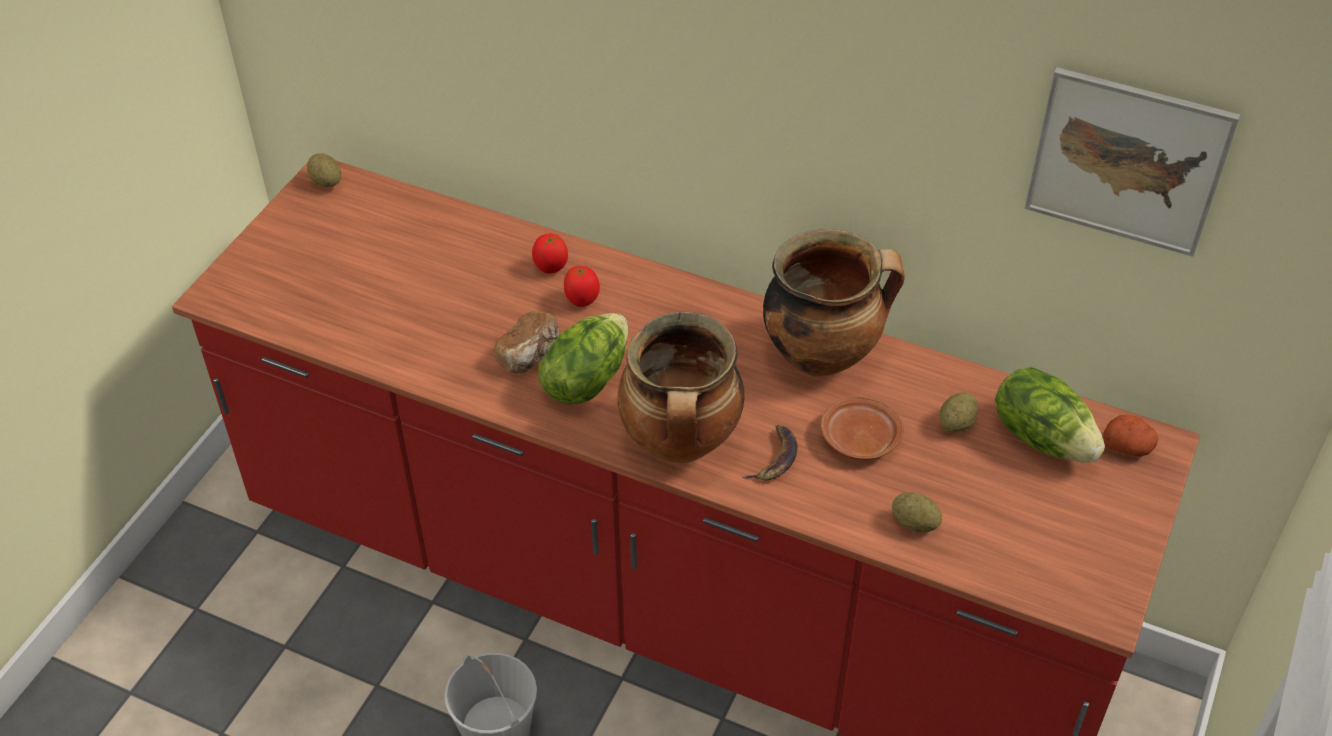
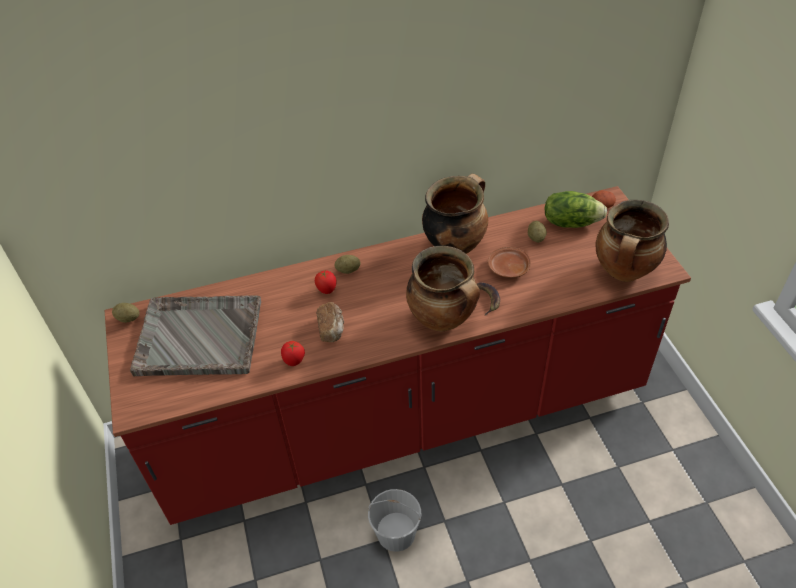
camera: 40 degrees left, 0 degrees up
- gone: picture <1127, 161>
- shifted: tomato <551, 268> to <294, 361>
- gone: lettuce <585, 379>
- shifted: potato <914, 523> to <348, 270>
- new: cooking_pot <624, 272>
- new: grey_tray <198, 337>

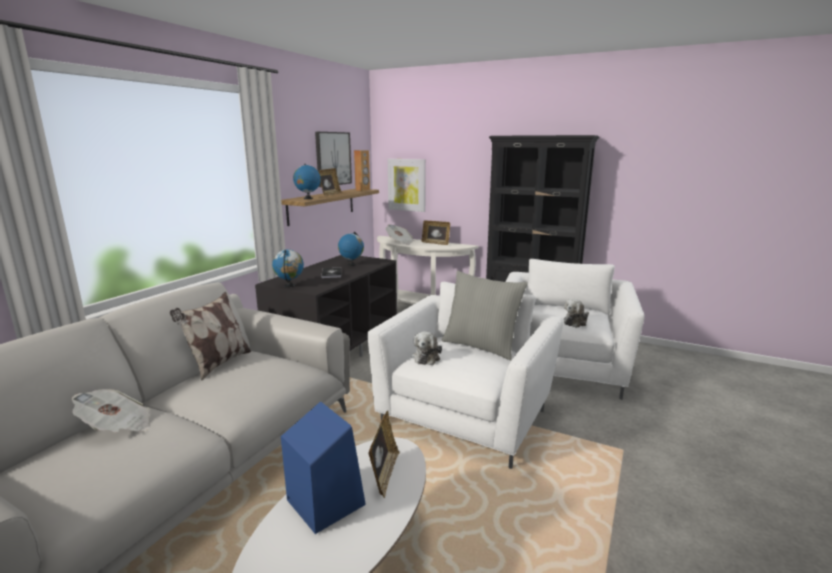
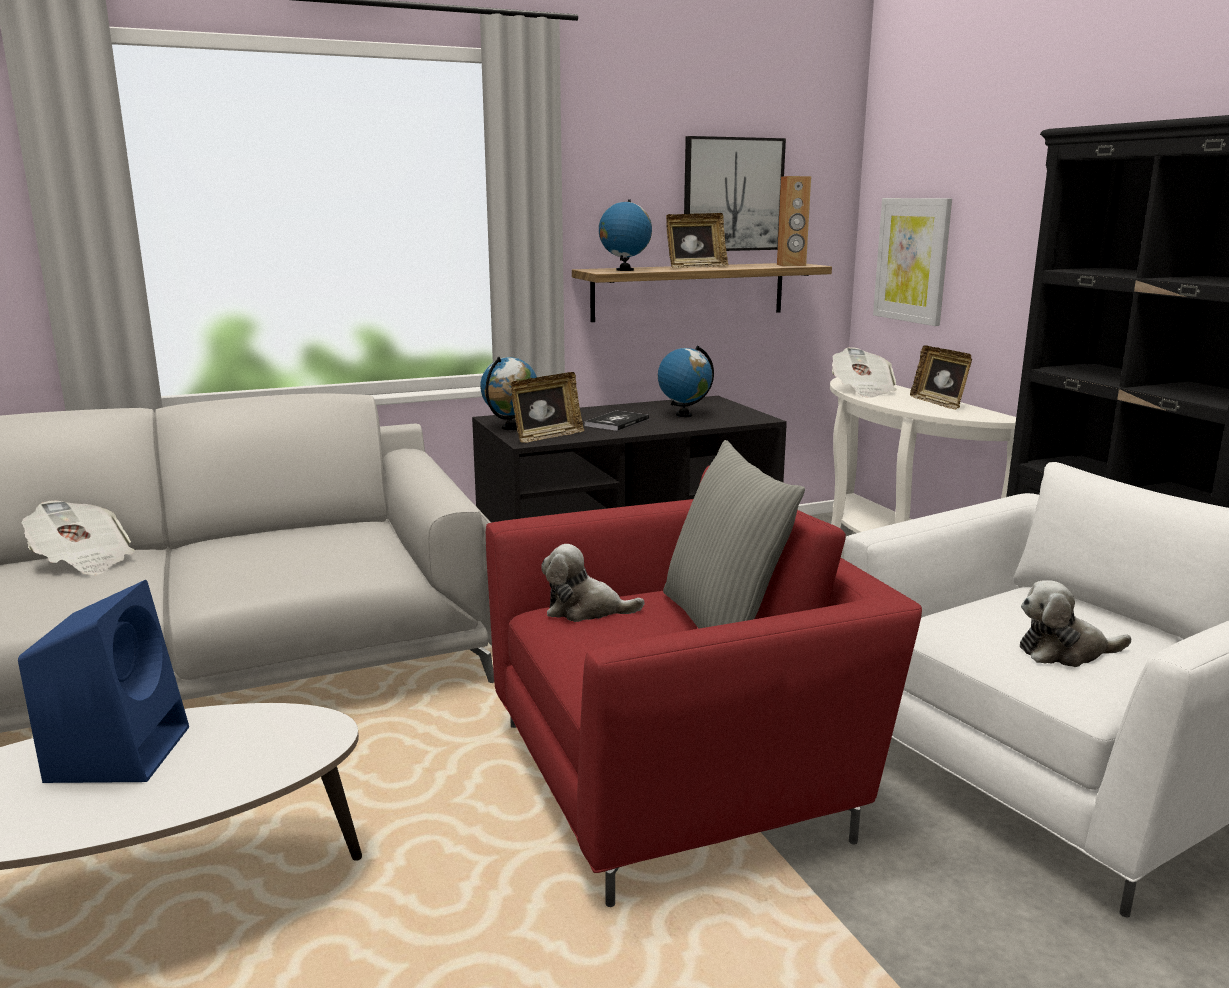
camera: 40 degrees right, 0 degrees up
- repainted: white_armchair <466, 416> to red_armchair <678, 777>
- gone: pillow <218, 364>
- rotated: plush_toy <426, 357> = <585, 610> 45 degrees clockwise
- shifted: picture_frame <384, 474> to <547, 436>

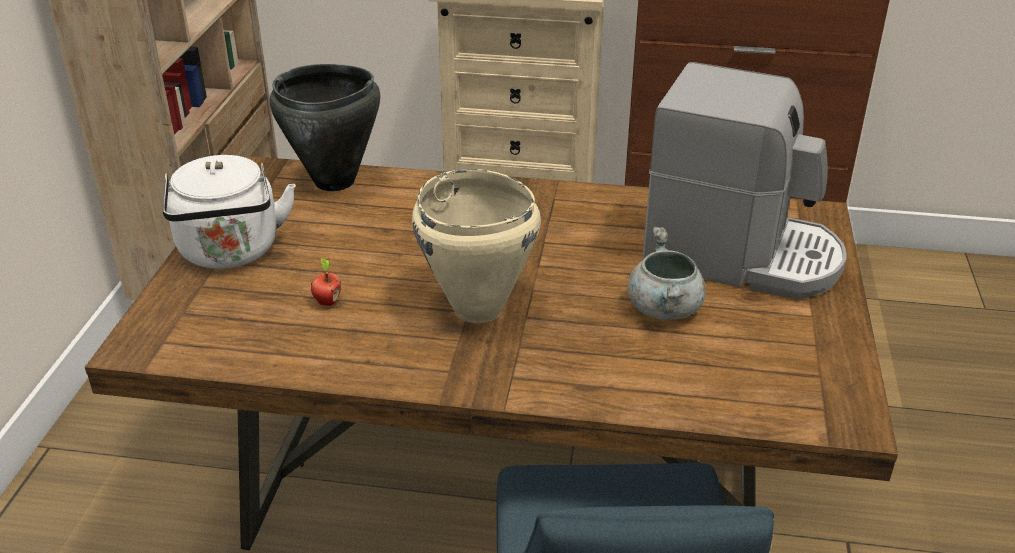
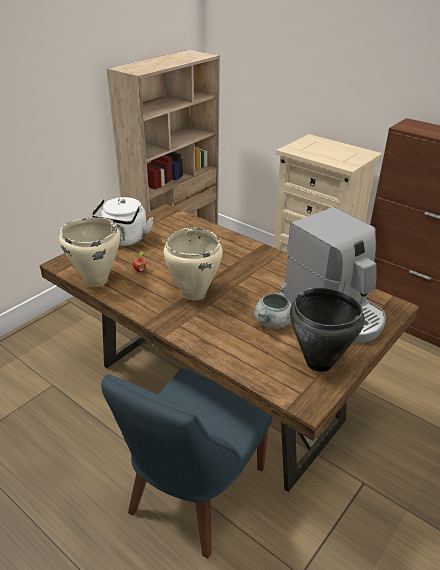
camera: 30 degrees right, 0 degrees up
- shifted: black_cooking_pot <335, 181> to <319, 363>
- new: beige_cooking_pot <95, 280>

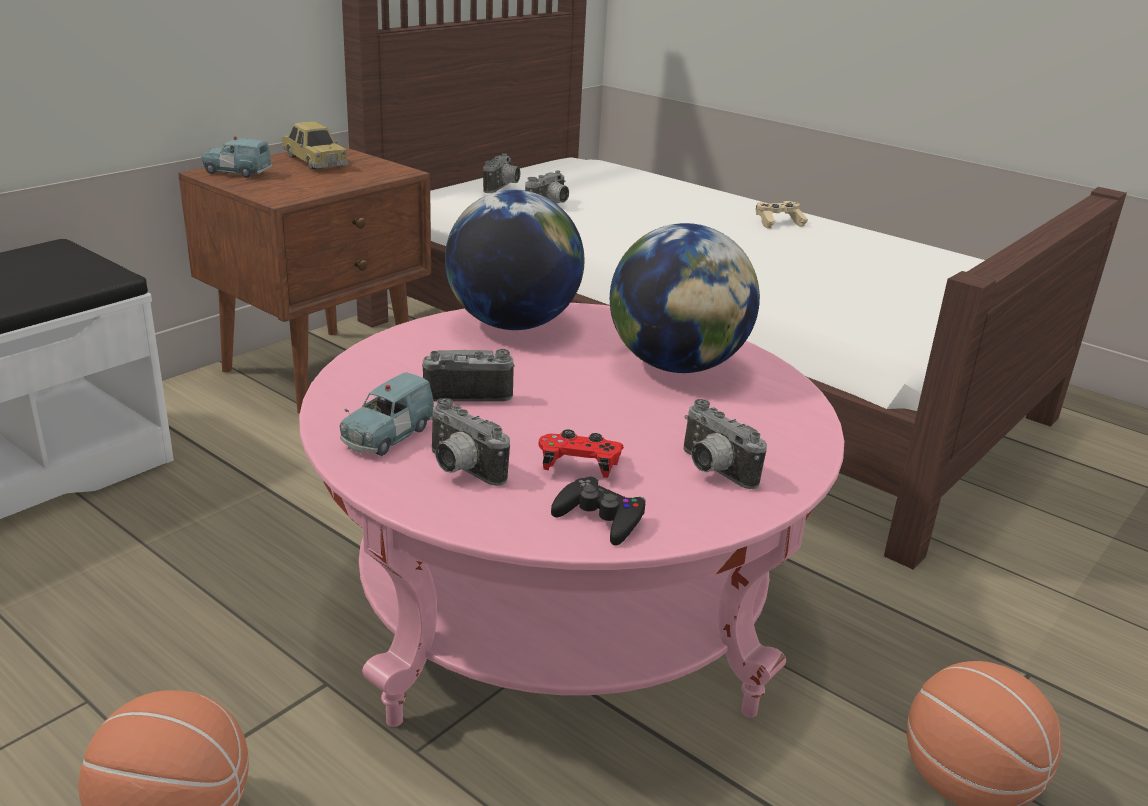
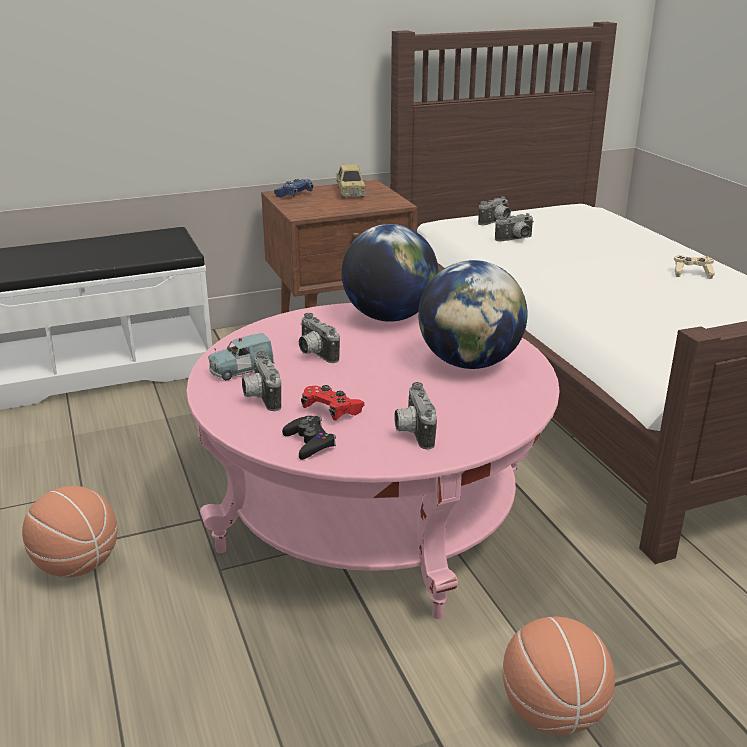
camera: 30 degrees right, 0 degrees up
- swapped: blue_toy_car <237, 172> to blue_game_controller <294, 195>
- rotated: photo_camera <468, 392> = <314, 354> 150 degrees counterclockwise

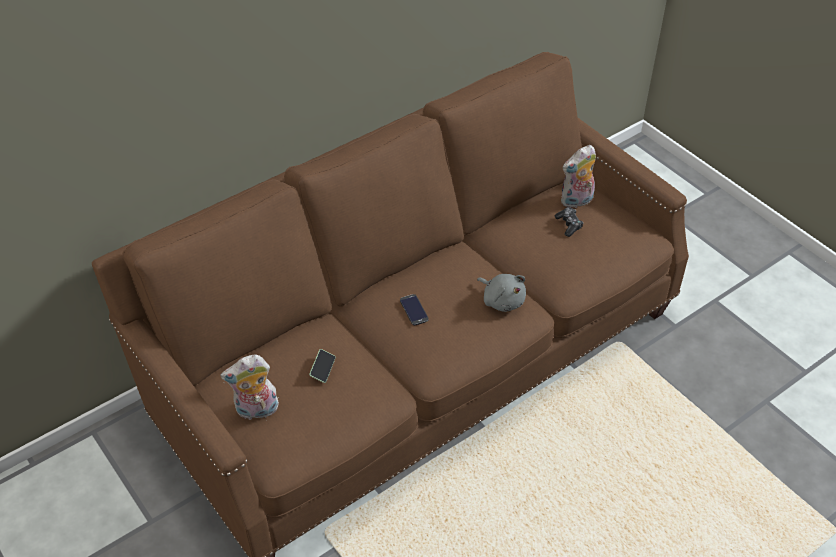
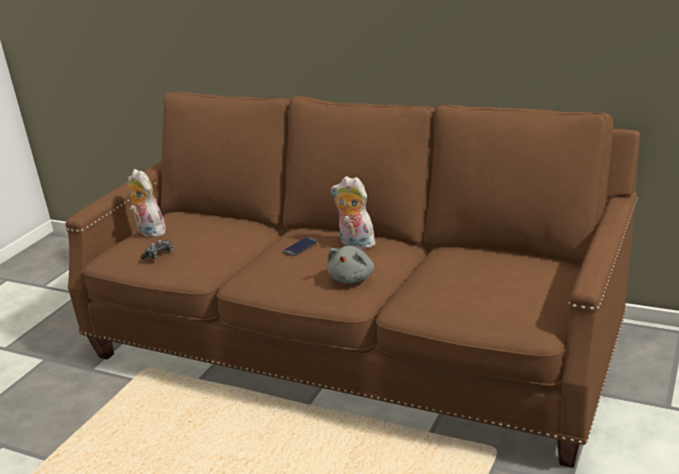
camera: 65 degrees right, 20 degrees down
- shifted: plush_toy <576, 201> to <355, 244>
- shifted: game_controller <569, 225> to <159, 255>
- gone: phone <323, 369>

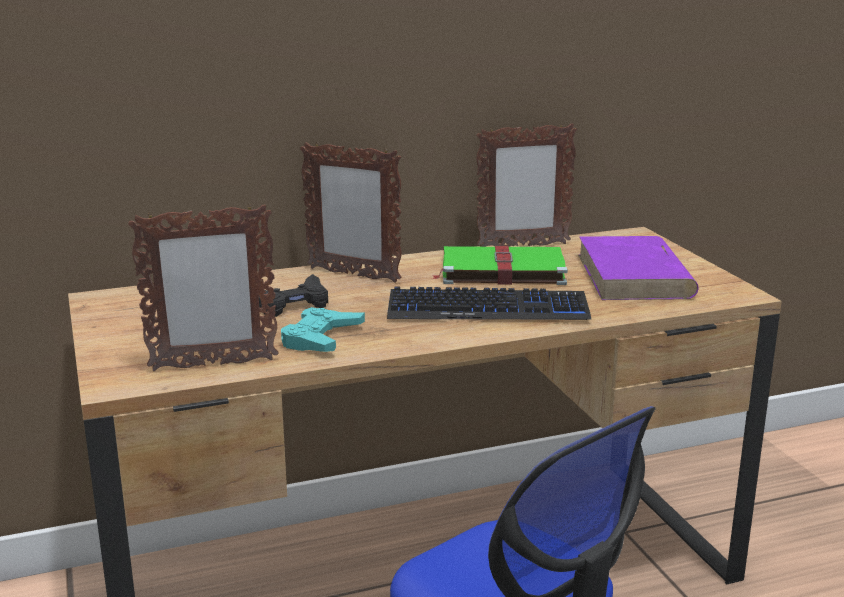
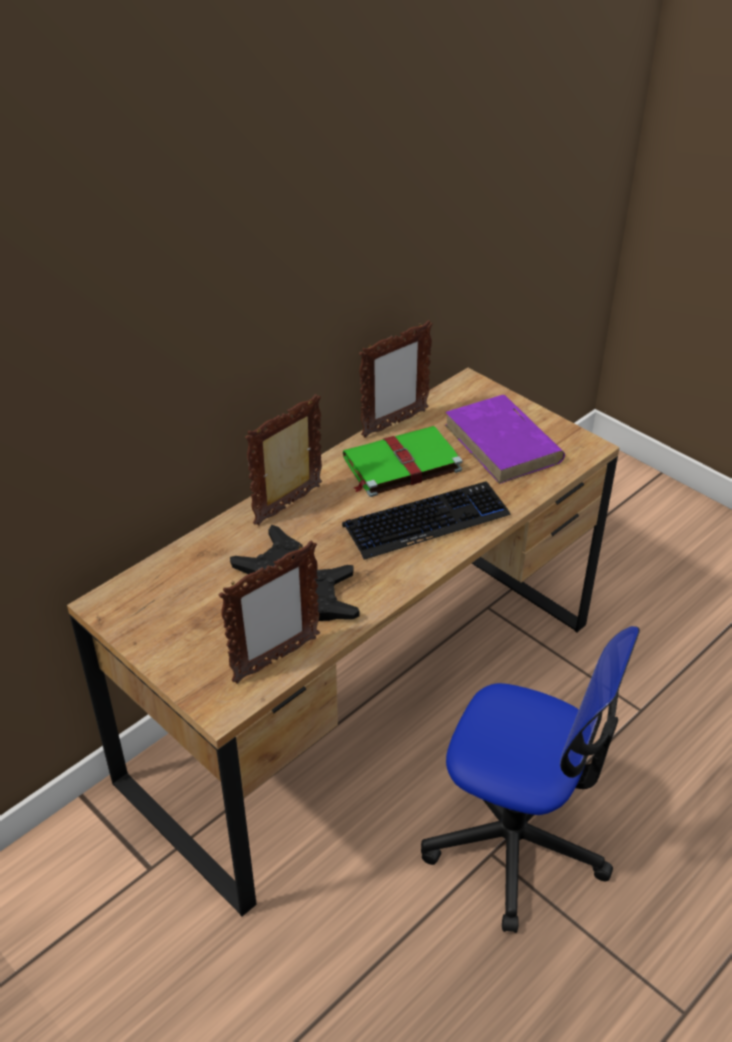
camera: 25 degrees left, 20 degrees up
- rotated: picture_frame <353, 275> = <289, 505> 135 degrees clockwise
- repainted: turquoise_game_controller <321, 338> to black_game_controller <330, 599>

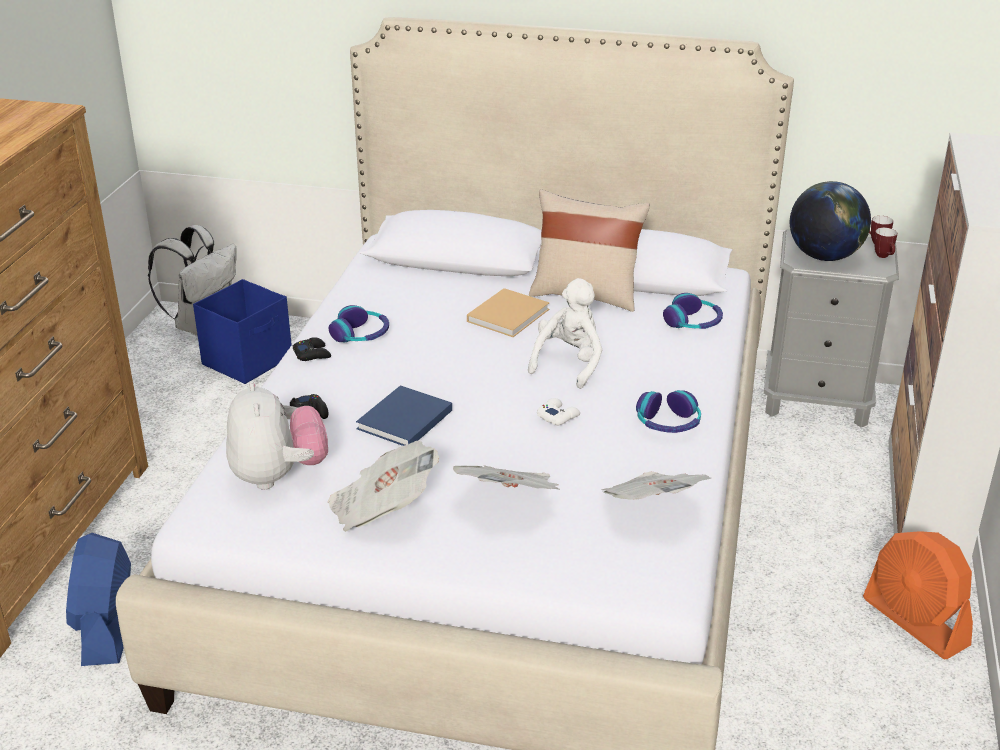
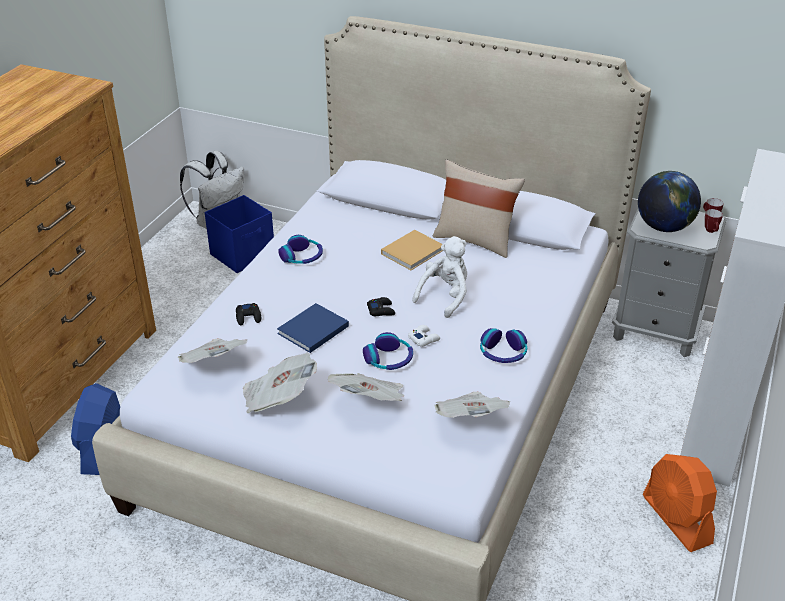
camera: 10 degrees right, 5 degrees up
- shifted: headphones <693, 322> to <389, 359>
- shifted: black_game_controller <312, 354> to <381, 310>
- swapped: plush_toy <278, 476> to newspaper <214, 364>

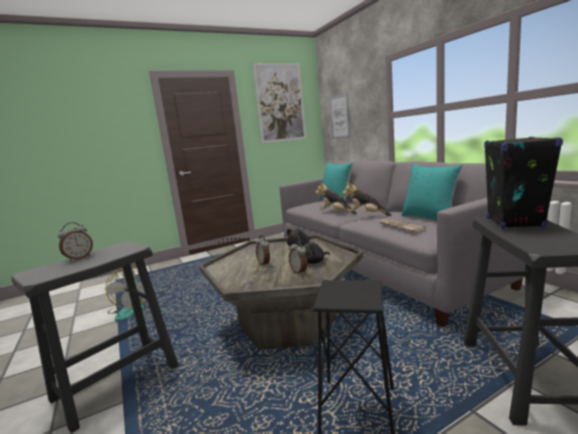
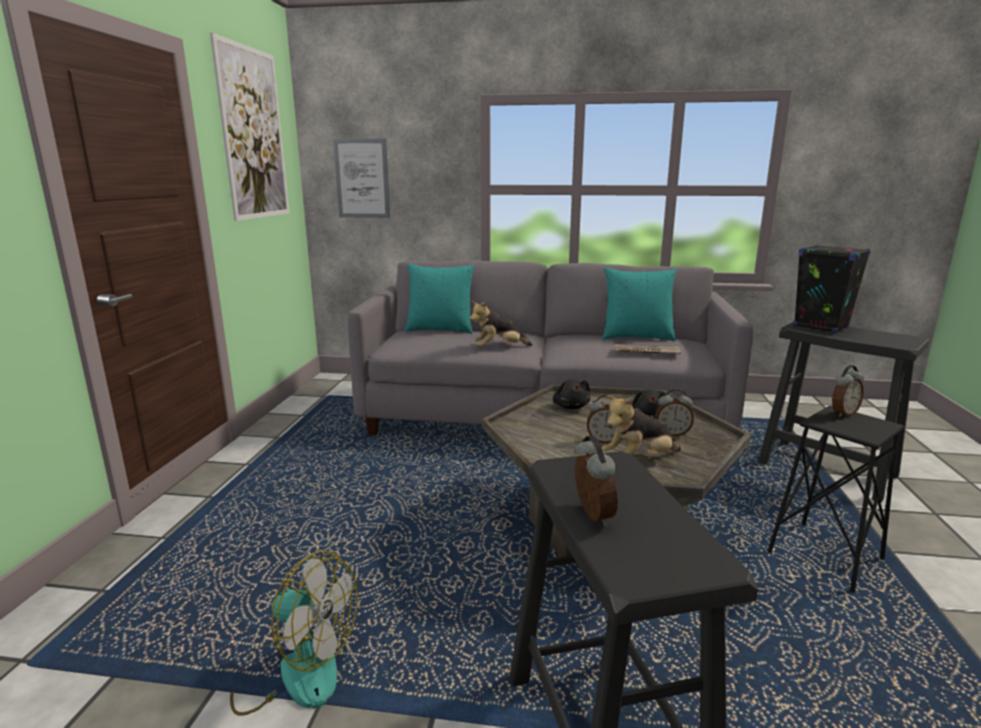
camera: 55 degrees left, 5 degrees up
- shifted: plush_toy <366, 215> to <639, 461>
- new: alarm_clock <843, 413>

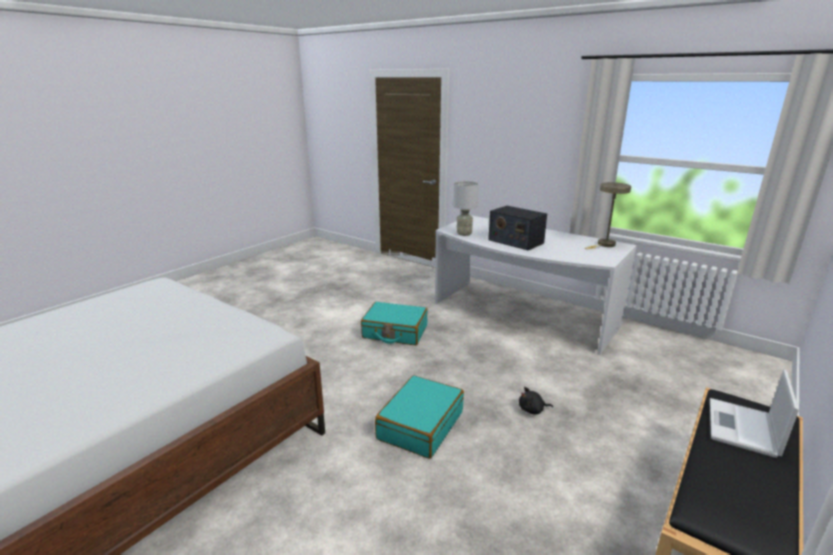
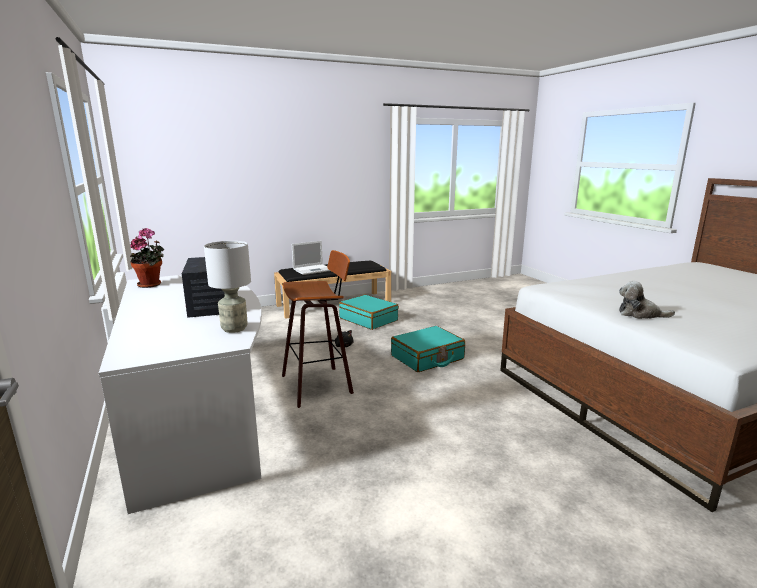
camera: 150 degrees left, 5 degrees down
- swapped: beige_table_lamp <604, 245> to potted_plant <152, 284>
- shifted: turquoise_suitcase <395, 332> to <368, 319>
- new: stool <319, 384>
- new: plush_toy <640, 314>

